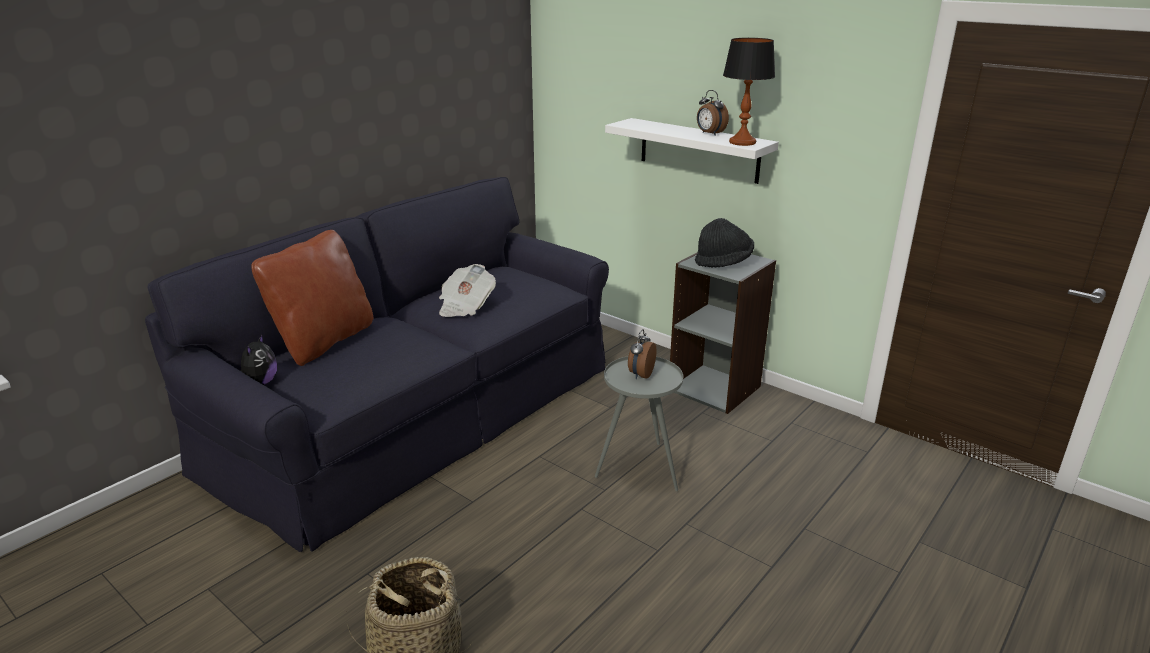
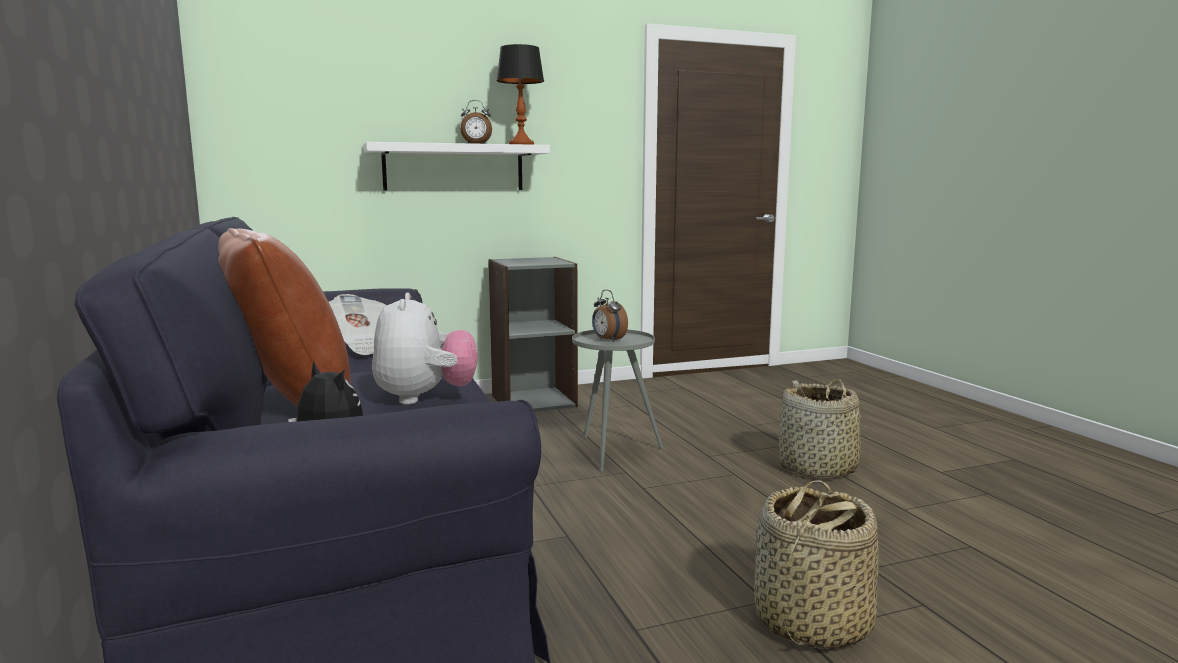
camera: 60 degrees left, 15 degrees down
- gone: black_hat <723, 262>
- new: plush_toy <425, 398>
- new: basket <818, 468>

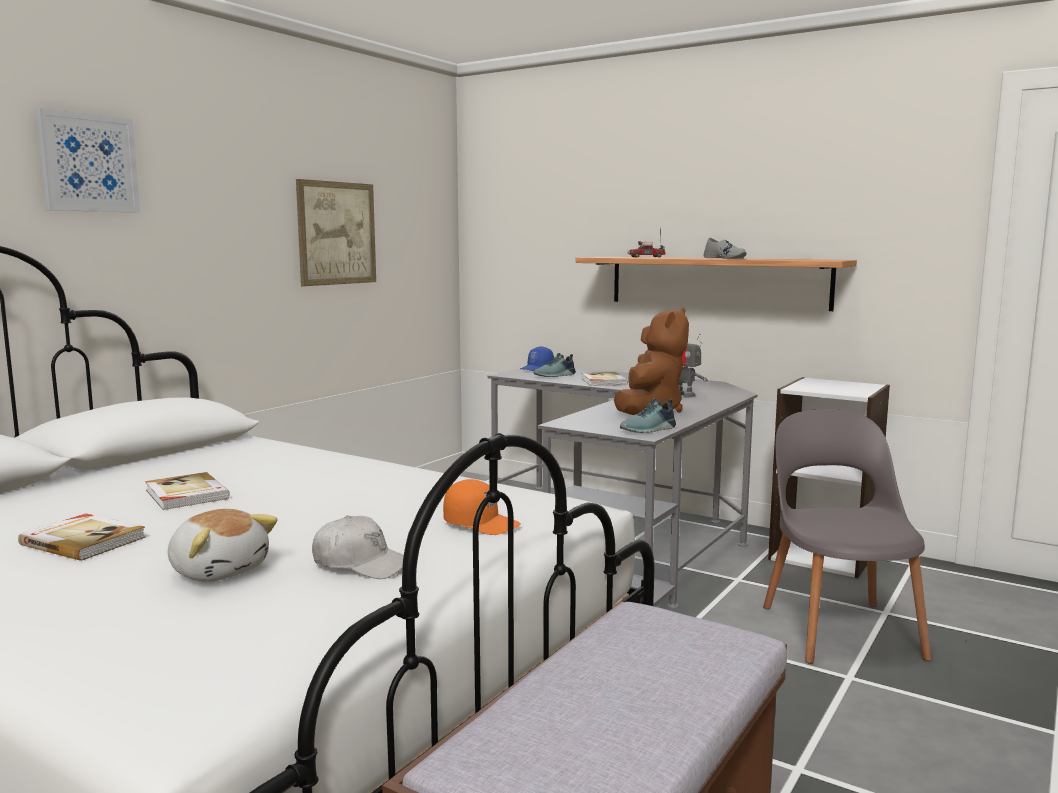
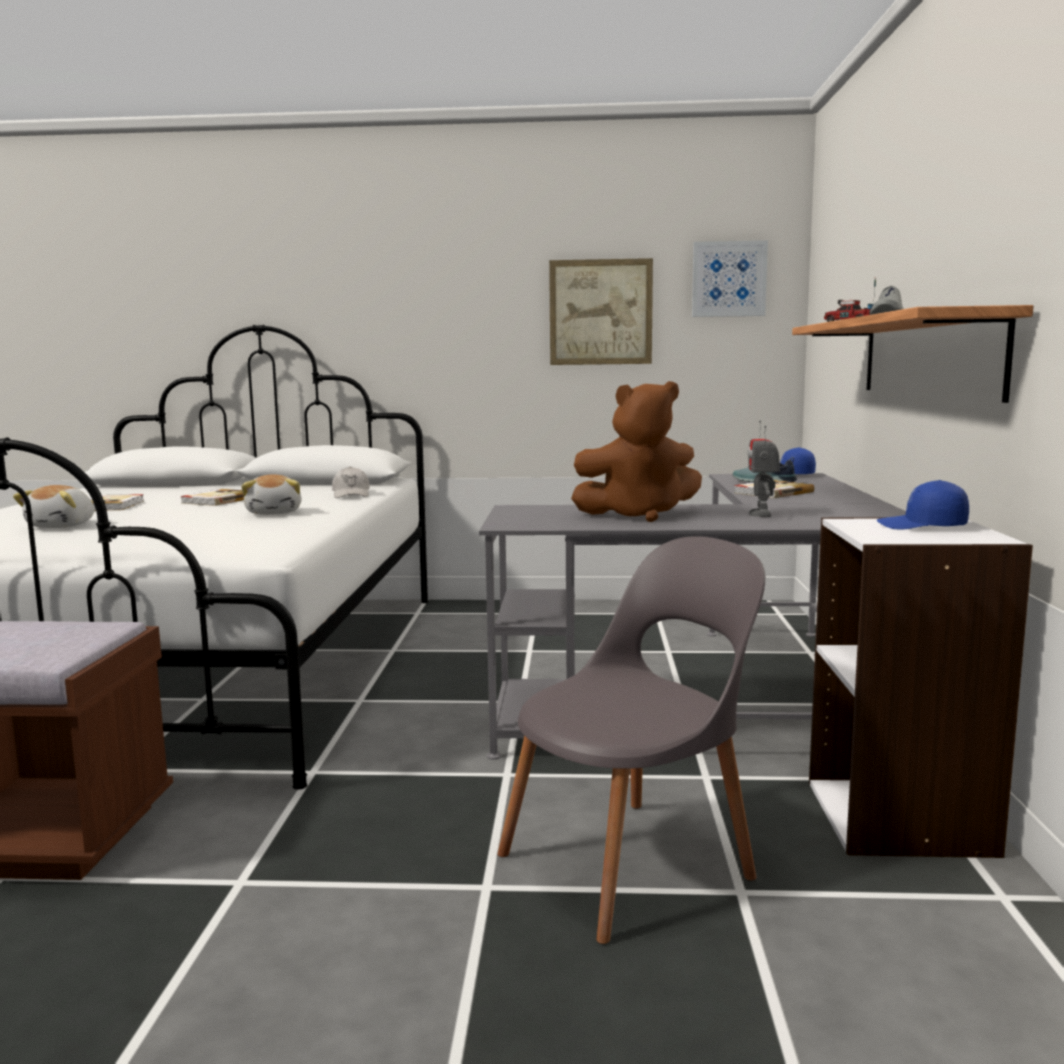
camera: 60 degrees right, 0 degrees up
- shifted: picture <88, 163> to <729, 279>
- gone: shoe <649, 430>
- gone: orange_cap <482, 524>
- shifted: white_cap <361, 564> to <351, 494>
- new: plush_toy <275, 513>
- new: blue_cap <922, 526>

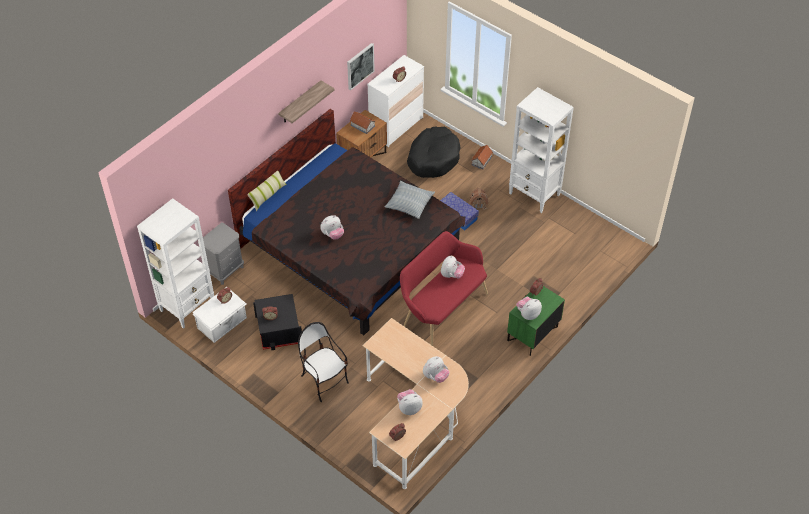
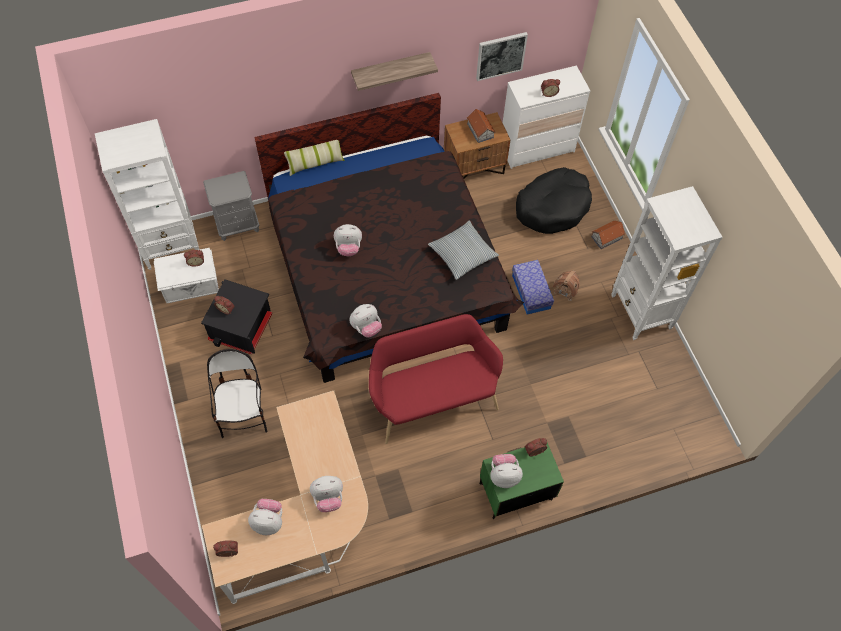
camera: 30 degrees right, 10 degrees up
- shifted: plush_toy <451, 275> to <366, 327>

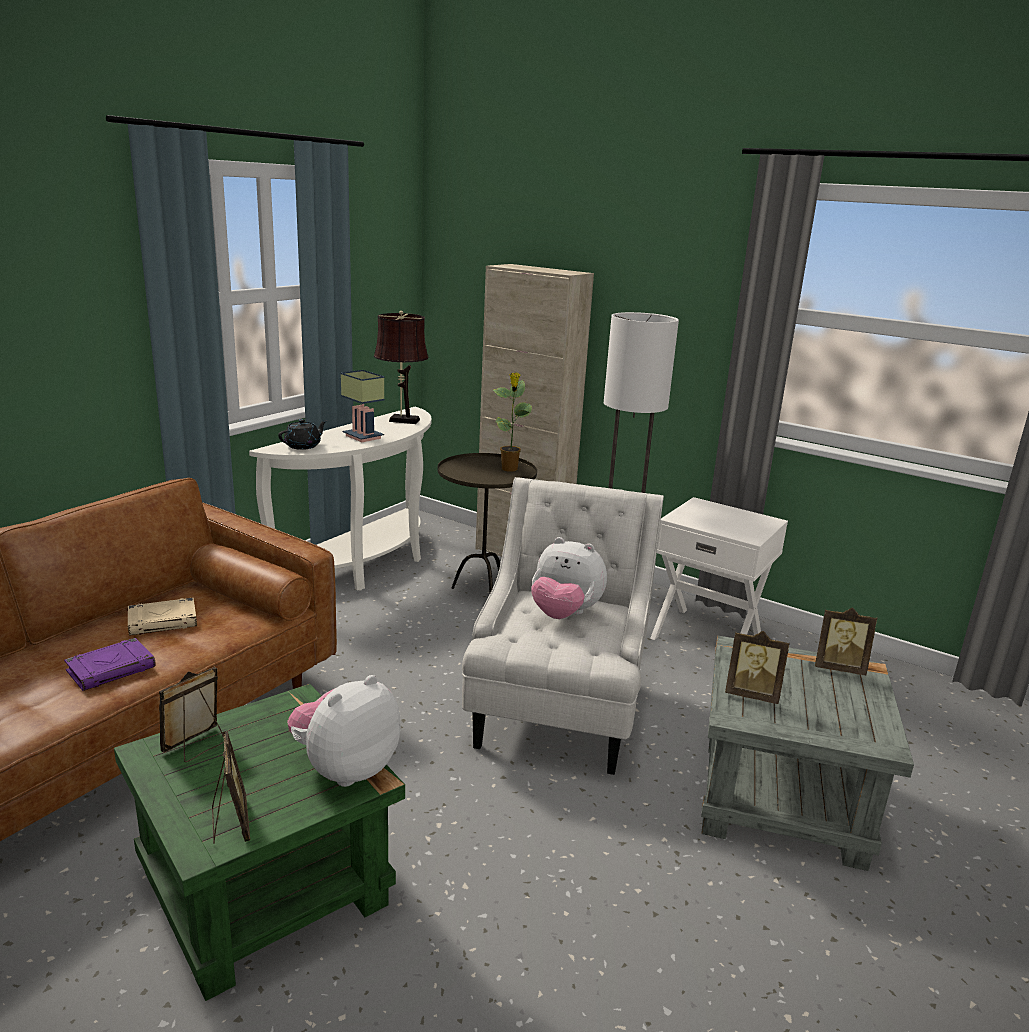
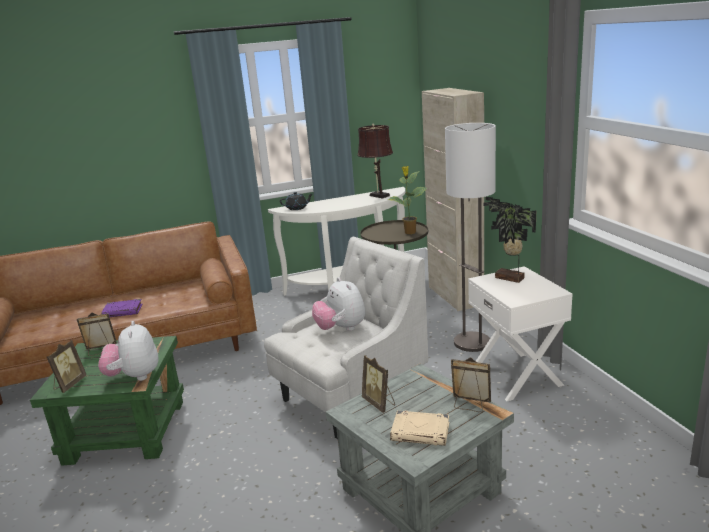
camera: 40 degrees right, 0 degrees up
- gone: table_lamp <361, 437>
- shifted: beige_book <163, 621> to <421, 432>
- rotated: picture_frame <838, 667> = <470, 405> 150 degrees clockwise
- rotated: plush_toy <345, 768> = <134, 376> 90 degrees counterclockwise
- new: potted_plant <509, 279>

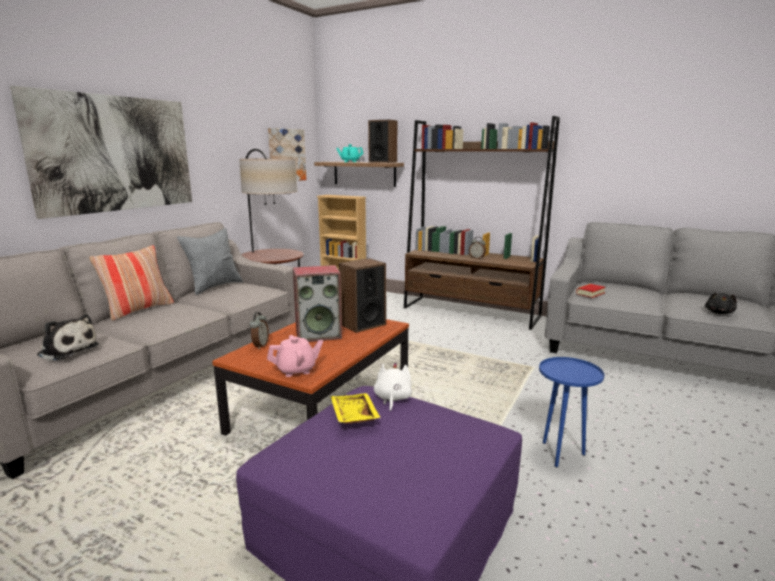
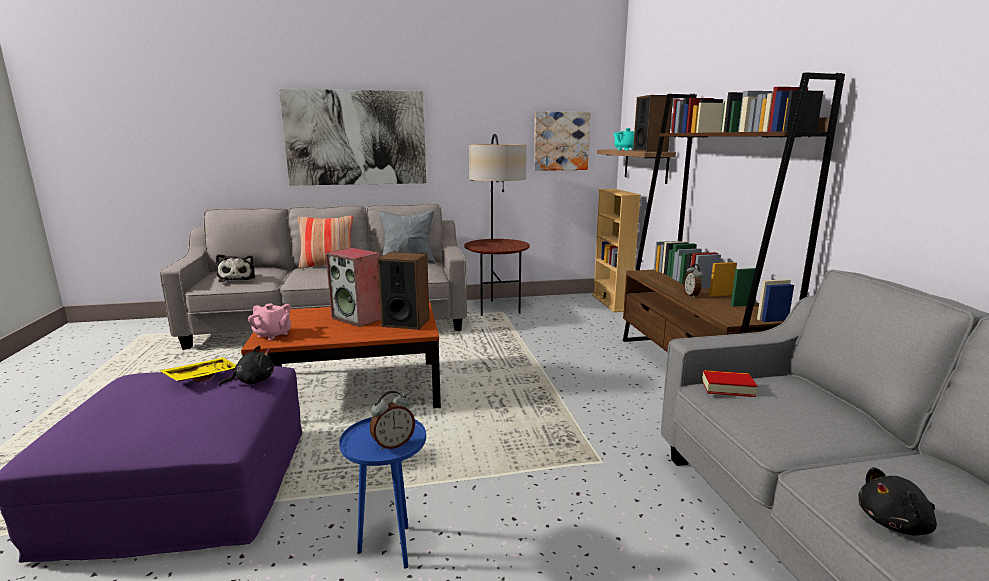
camera: 50 degrees right, 0 degrees up
- shifted: alarm_clock <260, 346> to <393, 444>
- repainted: white_plush_toy <392, 399> to black_plush_toy <252, 381>

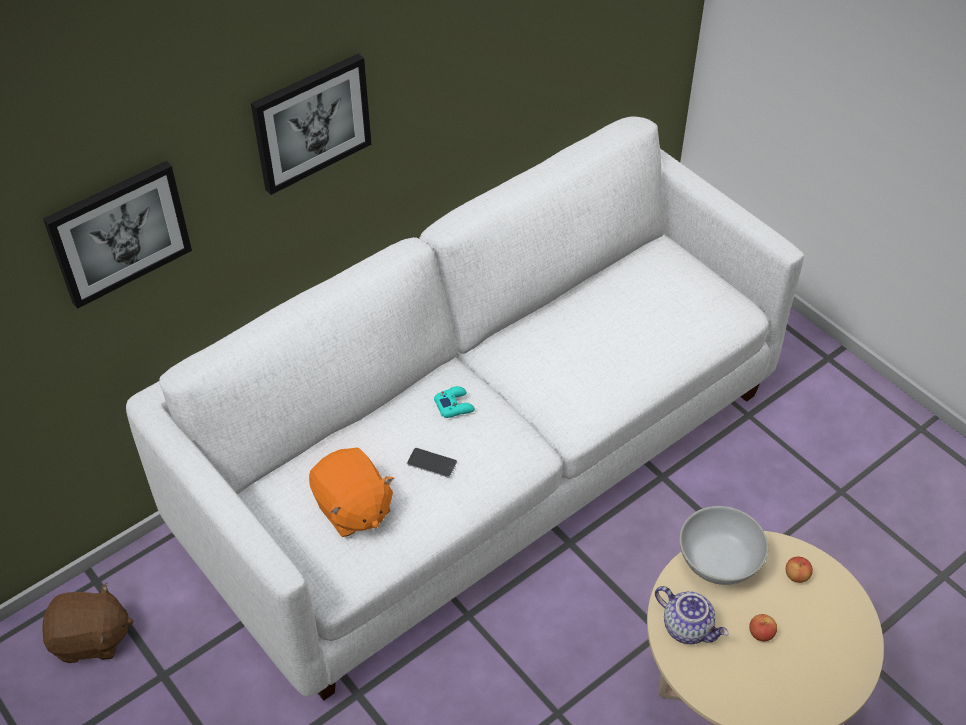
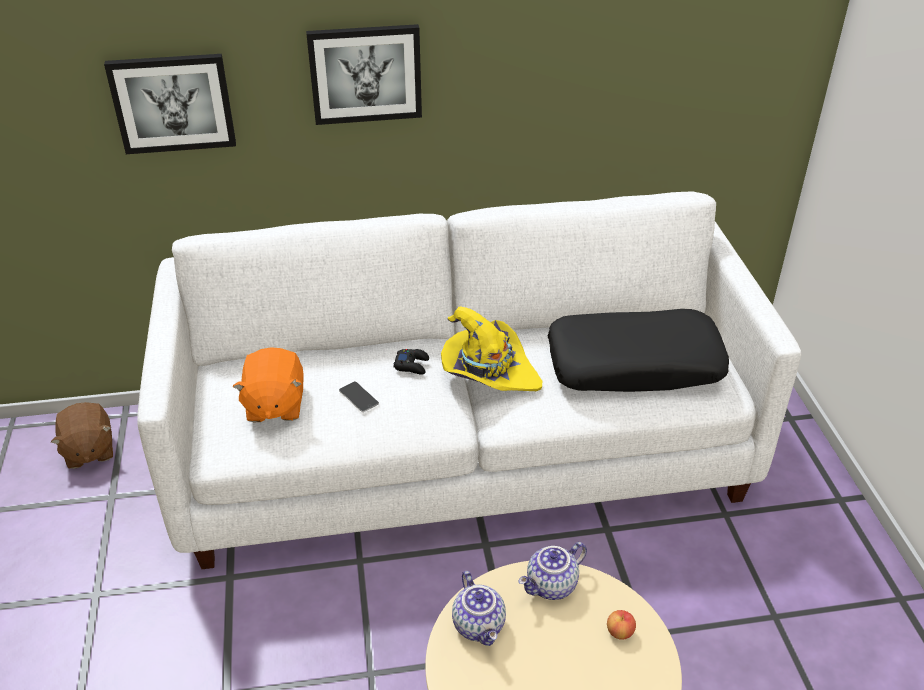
camera: 30 degrees right, 10 degrees down
- repainted: turquoise_game_controller <454, 405> to black_game_controller <412, 365>
- swapped: white_bowl <719, 563> to teapot <552, 586>
- rotated: brown_plush_toy <91, 639> = <89, 451> 45 degrees clockwise
- gone: apple <761, 633>
- new: yellow_hat <488, 371>
- new: black_pillow <634, 364>

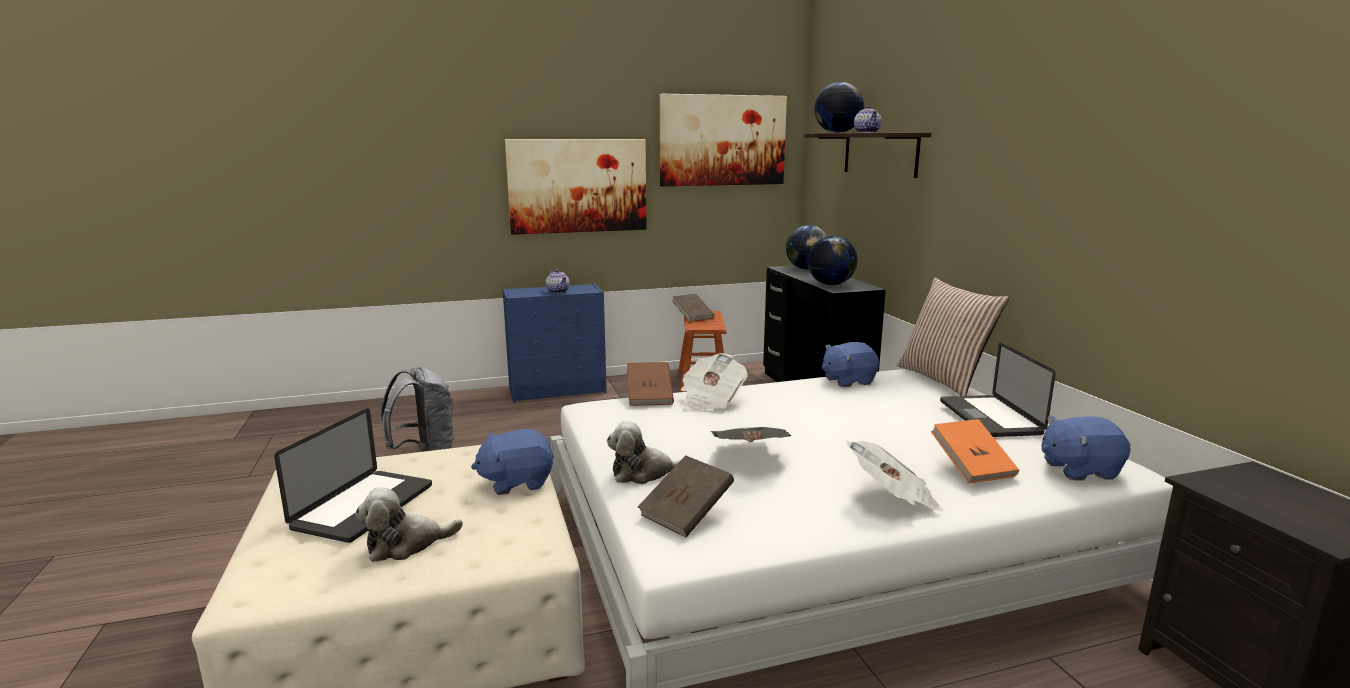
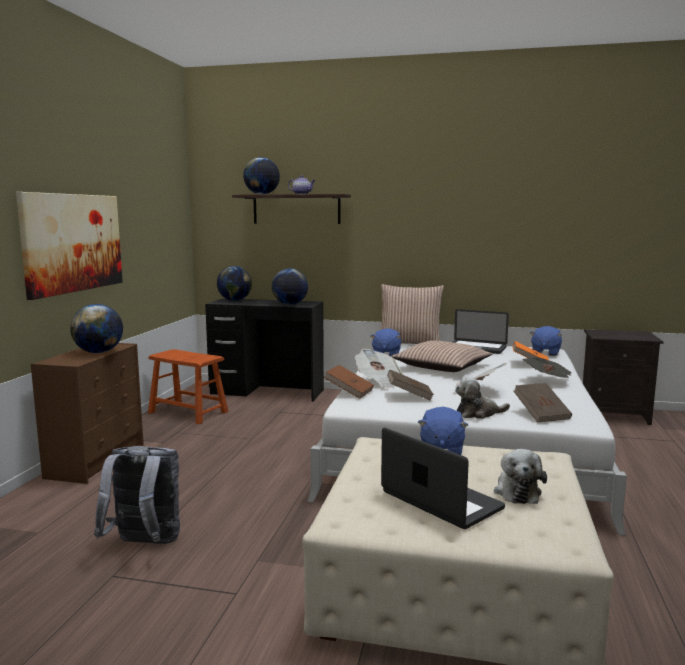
camera: 60 degrees left, 5 degrees down
- gone: picture <723, 140>
- swapped: teapot <558, 291> to globe <99, 352>
- repainted: blue_dresser <558, 390> to brown_dresser <97, 460>
- shifted: brown_book <693, 317> to <409, 396>
- rotated: plush_toy <643, 473> = <478, 413> 60 degrees clockwise
- new: pillow <442, 367>

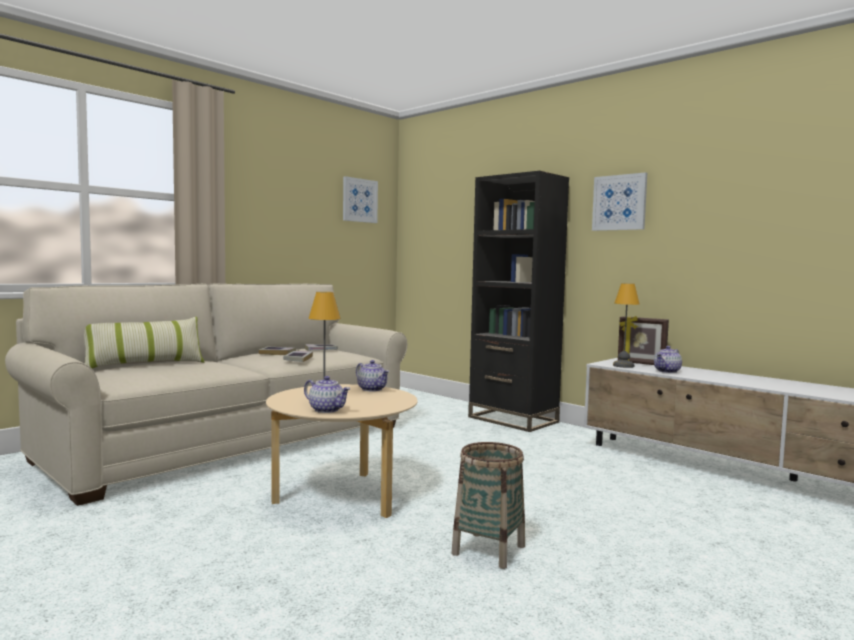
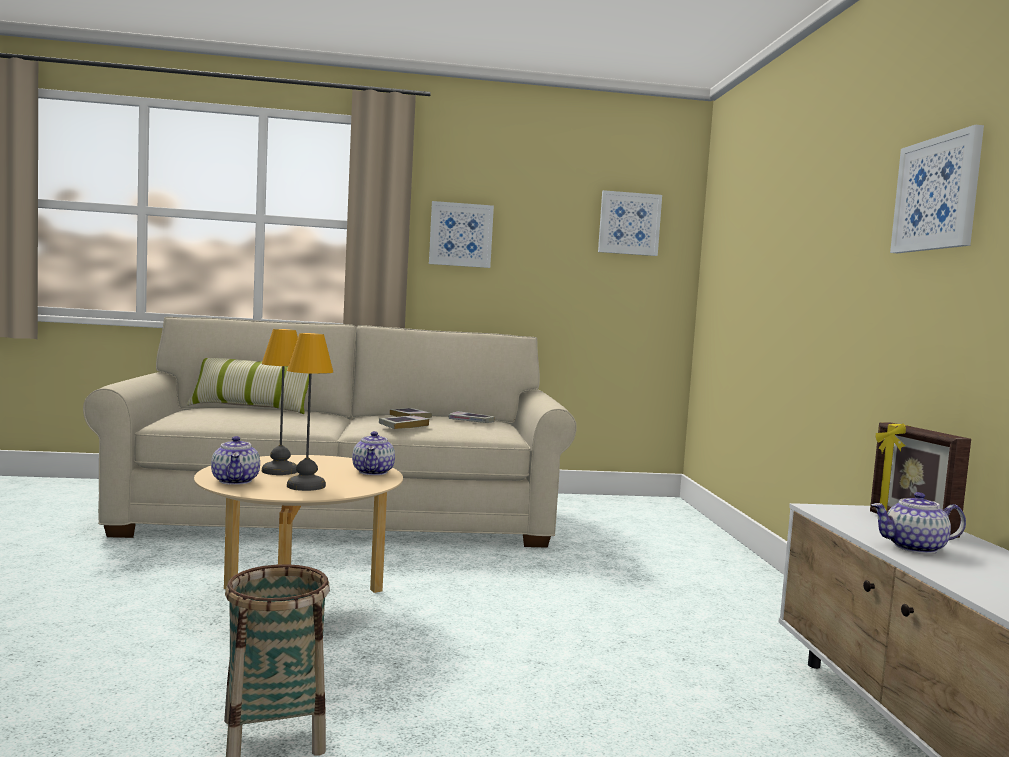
camera: 40 degrees right, 0 degrees up
- gone: black_bookcase <513, 420>
- shifted: table_lamp <623, 366> to <304, 486>
- new: picture <461, 235>

